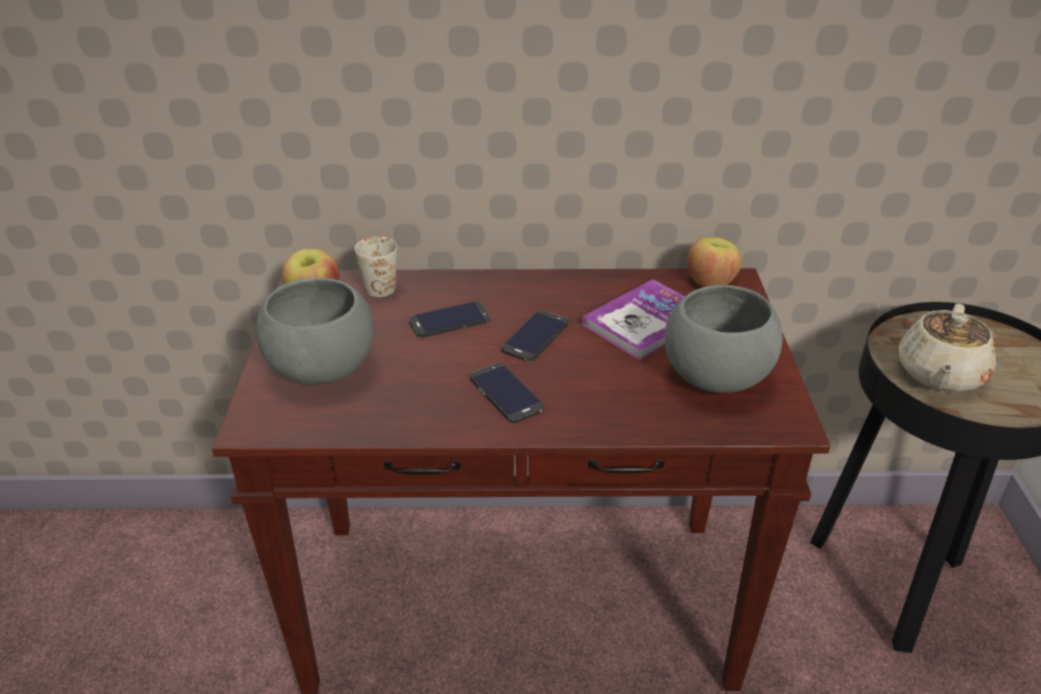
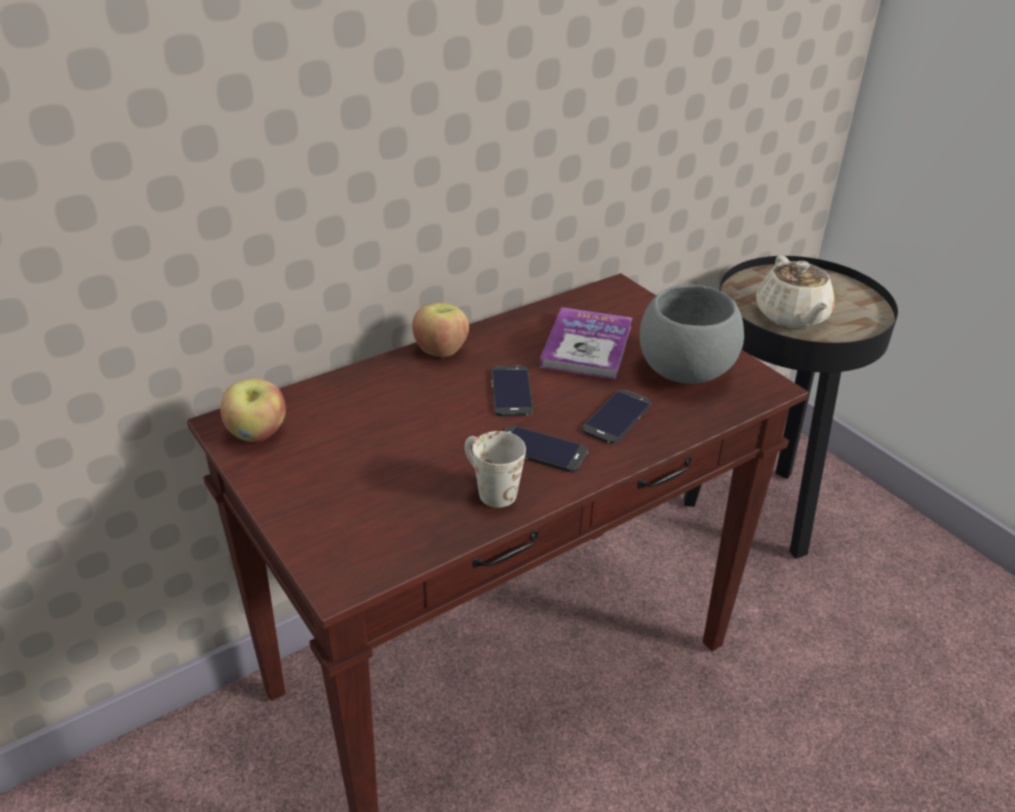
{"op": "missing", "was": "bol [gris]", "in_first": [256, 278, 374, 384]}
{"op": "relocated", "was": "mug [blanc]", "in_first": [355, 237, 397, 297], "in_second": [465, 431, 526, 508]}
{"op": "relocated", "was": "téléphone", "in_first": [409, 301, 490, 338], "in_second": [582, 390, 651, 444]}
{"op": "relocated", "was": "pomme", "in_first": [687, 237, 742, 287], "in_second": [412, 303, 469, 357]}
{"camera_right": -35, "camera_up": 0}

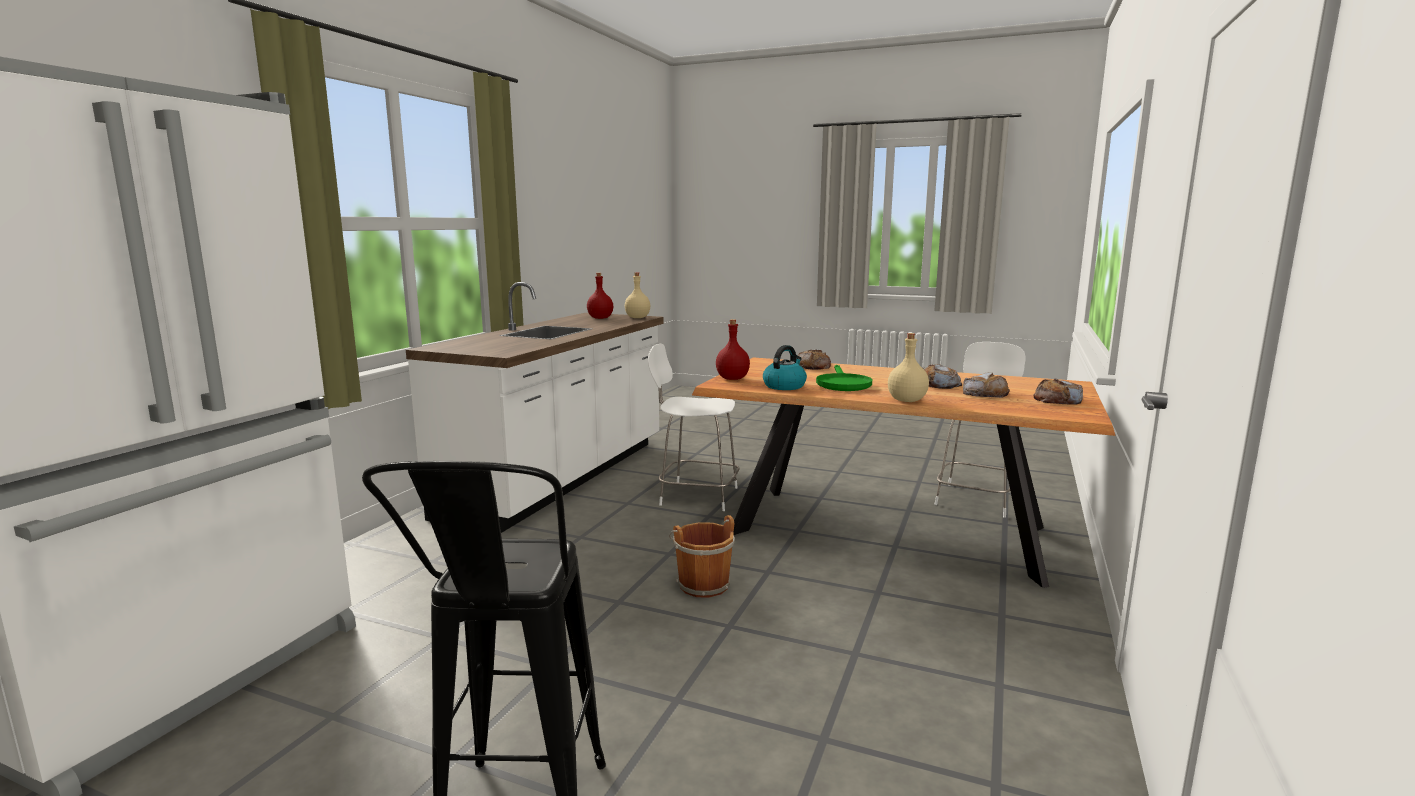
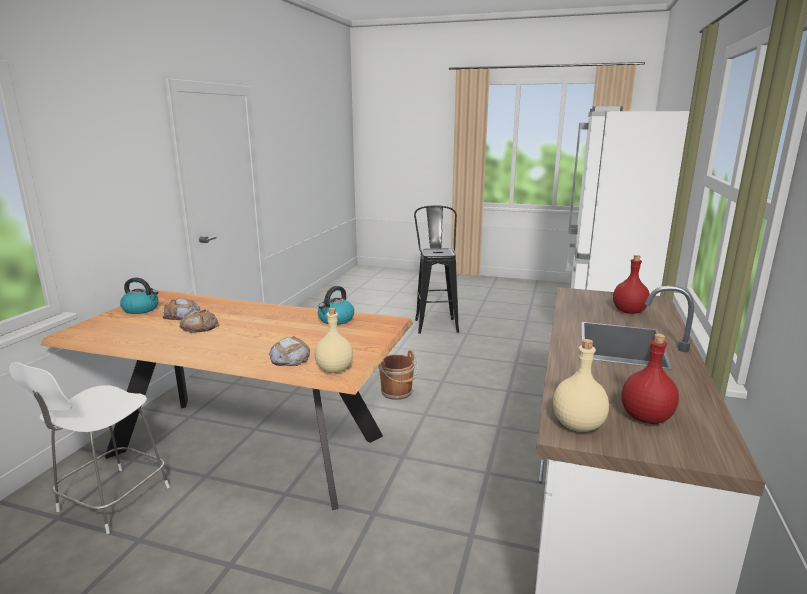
{"op": "missing", "was": "chaise [blanc]", "in_first": [648, 344, 740, 511]}
{"op": "relocated", "was": "bouteille [rouge]", "in_first": [716, 319, 750, 380], "in_second": [613, 255, 650, 314]}
{"op": "missing", "was": "poêle [vert]", "in_first": [816, 365, 872, 391]}
{"op": "relocated", "was": "bouteille [beige]", "in_first": [888, 333, 929, 402], "in_second": [315, 308, 353, 373]}
{"op": "exchanged", "was": "pain", "now": "bouilloire", "in_first": [1033, 378, 1083, 405], "in_second": [120, 278, 159, 314]}
{"camera_right": 175, "camera_up": 5}

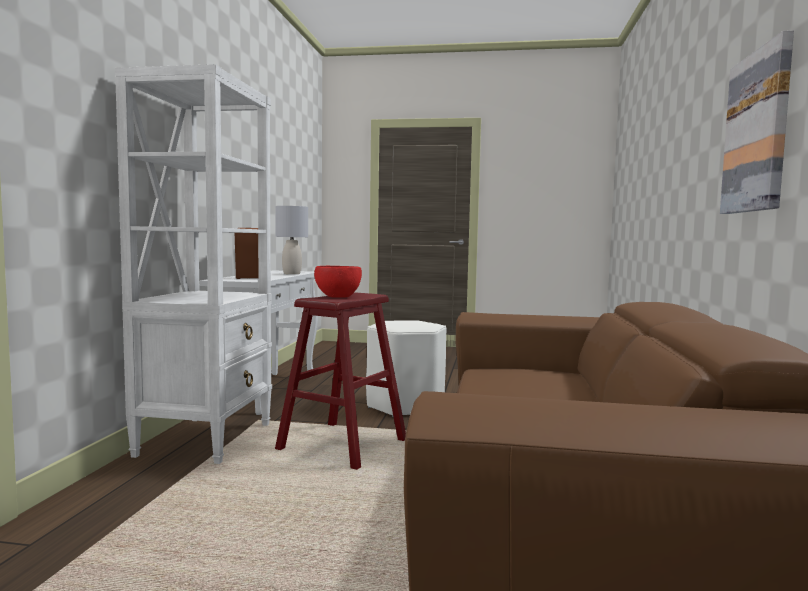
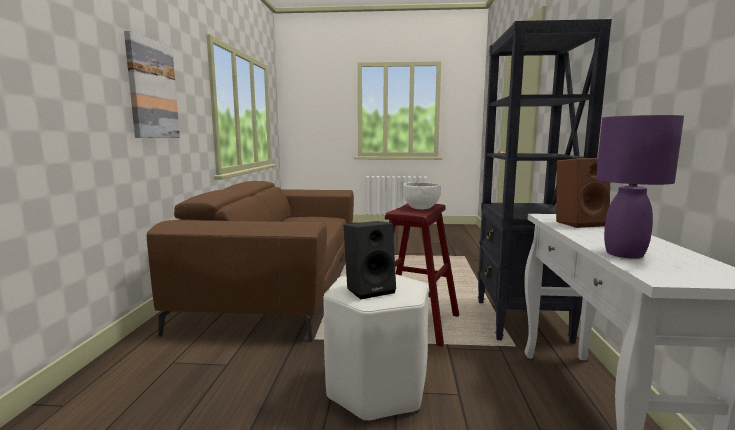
{"op": "colour", "was": "bibliothèque [blanc]", "now": "bibliothèque [noir]", "in_first": [115, 64, 272, 464], "in_second": [478, 19, 612, 344]}
{"op": "colour", "was": "lampe de table [gris]", "now": "lampe de table [violet]", "in_first": [275, 206, 308, 274], "in_second": [596, 115, 684, 259]}
{"op": "colour", "was": "bol [rouge]", "now": "bol [blanc]", "in_first": [314, 265, 362, 298], "in_second": [403, 182, 441, 209]}
{"op": "appeared", "now": "enceinte [noir]", "in_second": [344, 221, 396, 300]}
{"camera_right": 175, "camera_up": 5}

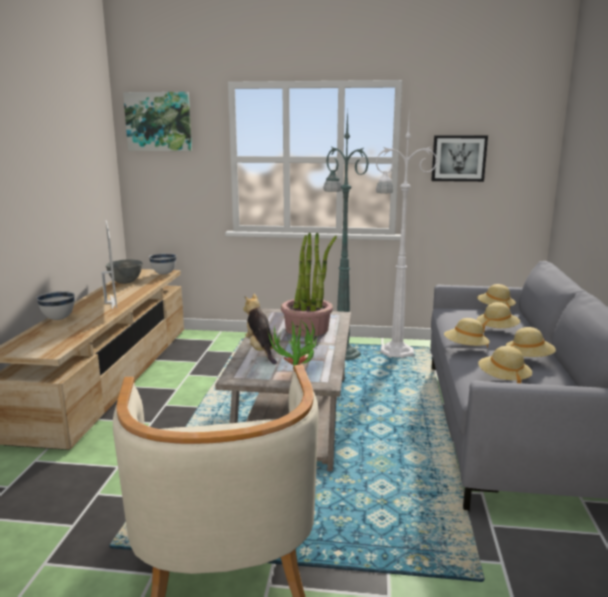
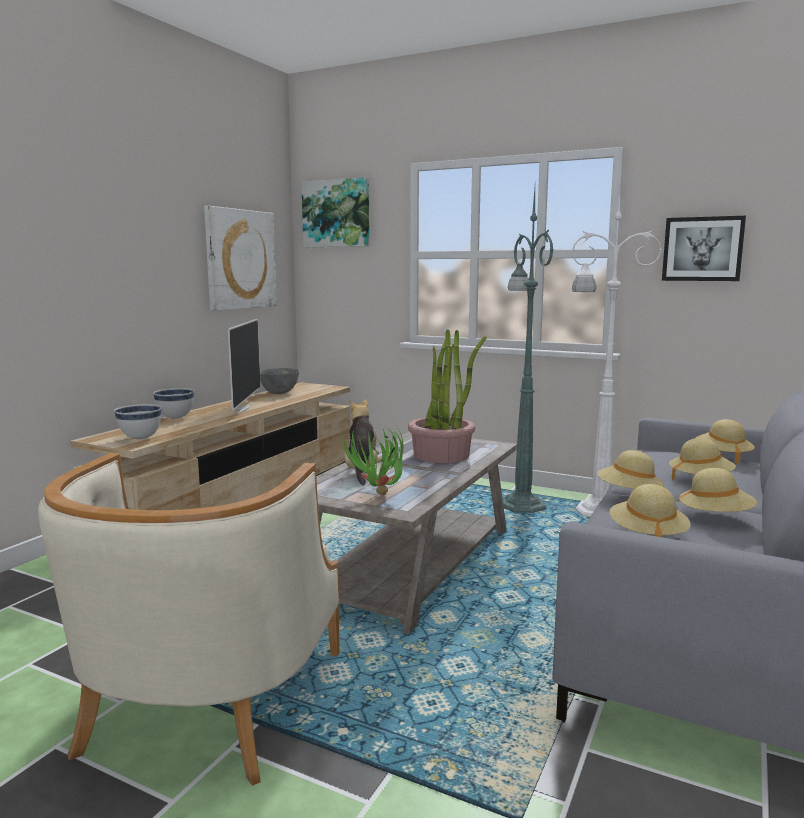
{"op": "relocated", "was": "bol [blanc]", "in_first": [149, 253, 177, 275], "in_second": [114, 404, 162, 439]}
{"op": "appeared", "now": "tableau", "in_second": [204, 206, 277, 311]}
{"camera_right": 20, "camera_up": -5}

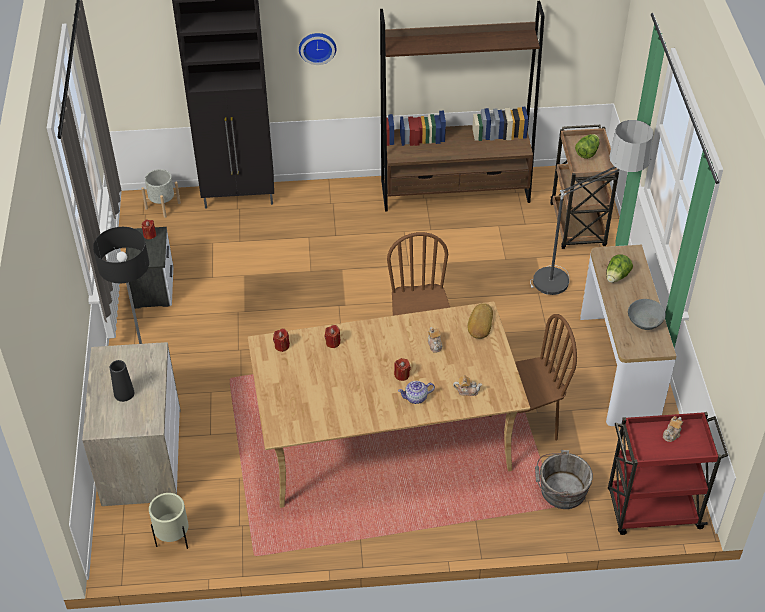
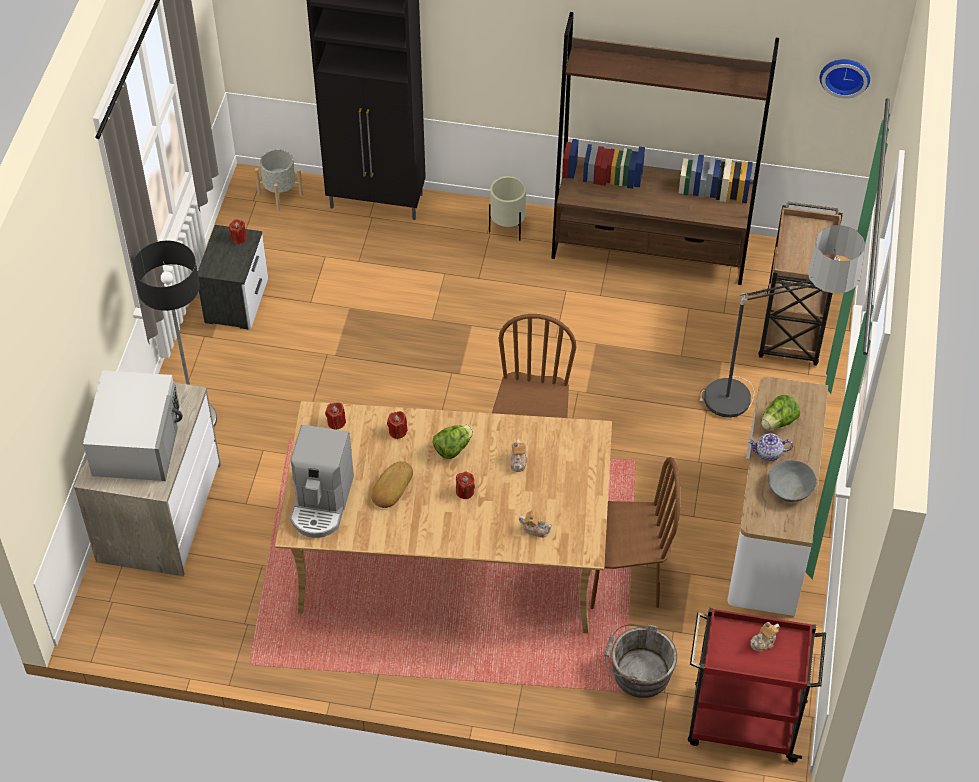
{"op": "exchanged", "was": "vase [noir]", "now": "micro-ondes [blanc]", "in_first": [110, 360, 135, 402], "in_second": [83, 370, 183, 481]}
{"op": "relocated", "was": "cache-pot [beige]", "in_first": [149, 493, 188, 549], "in_second": [489, 176, 526, 241]}
{"op": "relocated", "was": "horloge murale", "in_first": [299, 33, 336, 65], "in_second": [820, 59, 870, 99]}
{"op": "relocated", "was": "théière", "in_first": [398, 381, 435, 404], "in_second": [748, 433, 793, 461]}
{"op": "relocated", "was": "pain", "in_first": [467, 303, 493, 339], "in_second": [371, 461, 413, 508]}
{"op": "relocated", "was": "laitue", "in_first": [575, 134, 599, 159], "in_second": [433, 424, 473, 459]}
{"op": "appeared", "now": "machine à café", "in_second": [290, 425, 354, 538]}
{"camera_right": 15, "camera_up": 5}

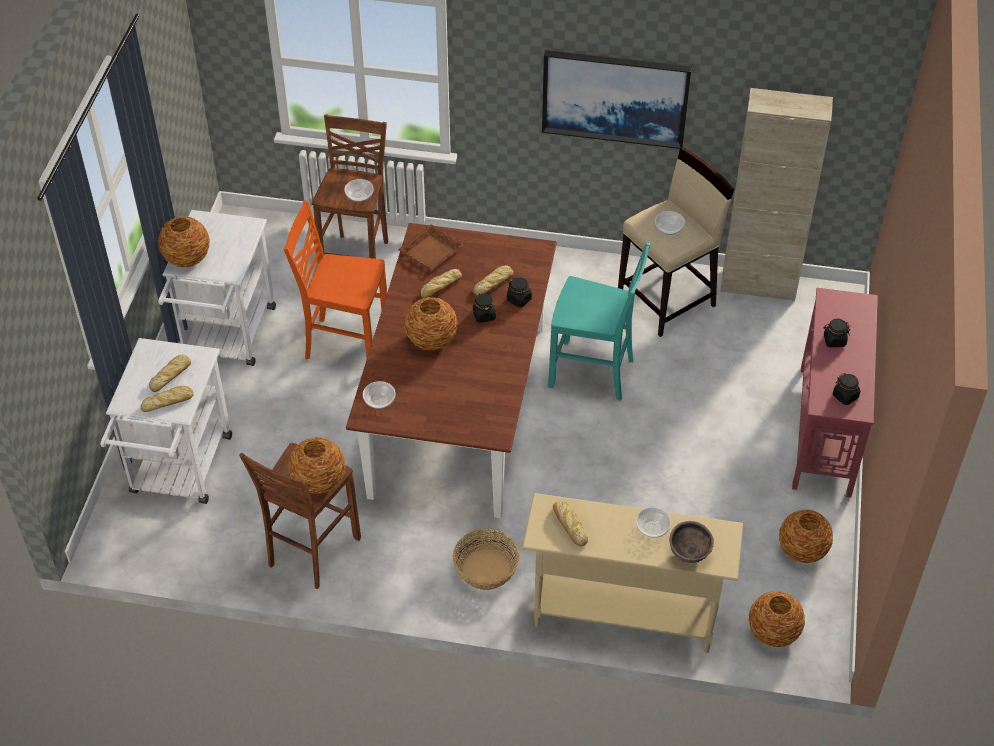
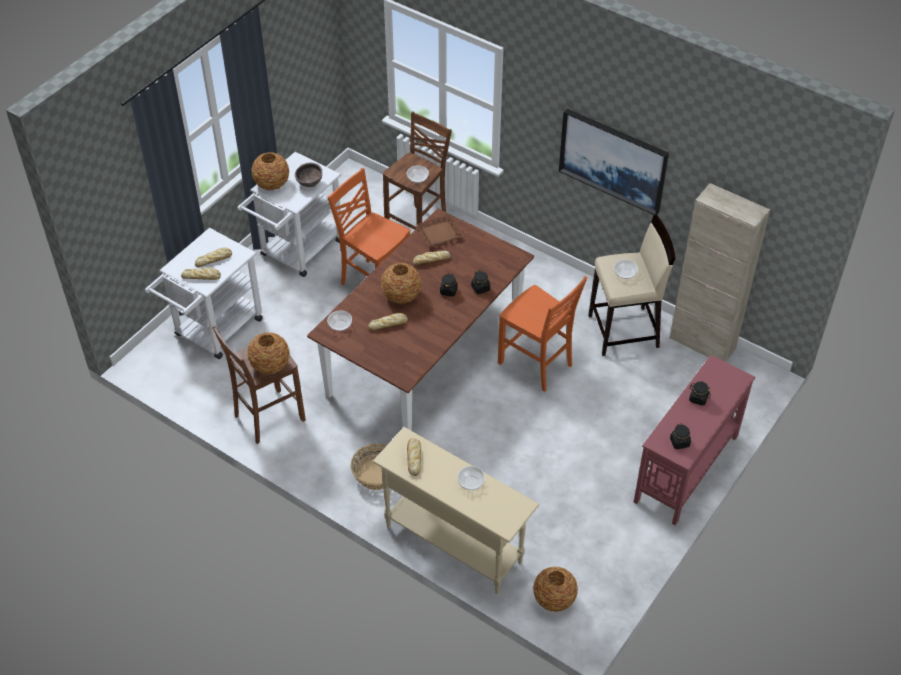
{"op": "relocated", "was": "pain", "in_first": [473, 265, 514, 296], "in_second": [368, 313, 408, 330]}
{"op": "colour", "was": "chaise [turquoise]", "now": "chaise [orange]", "in_first": [548, 242, 650, 401], "in_second": [498, 276, 588, 392]}
{"op": "relocated", "was": "bol [marron]", "in_first": [669, 521, 714, 563], "in_second": [295, 163, 322, 187]}
{"op": "missing", "was": "vase", "in_first": [779, 509, 833, 563]}
{"camera_right": 25, "camera_up": 0}

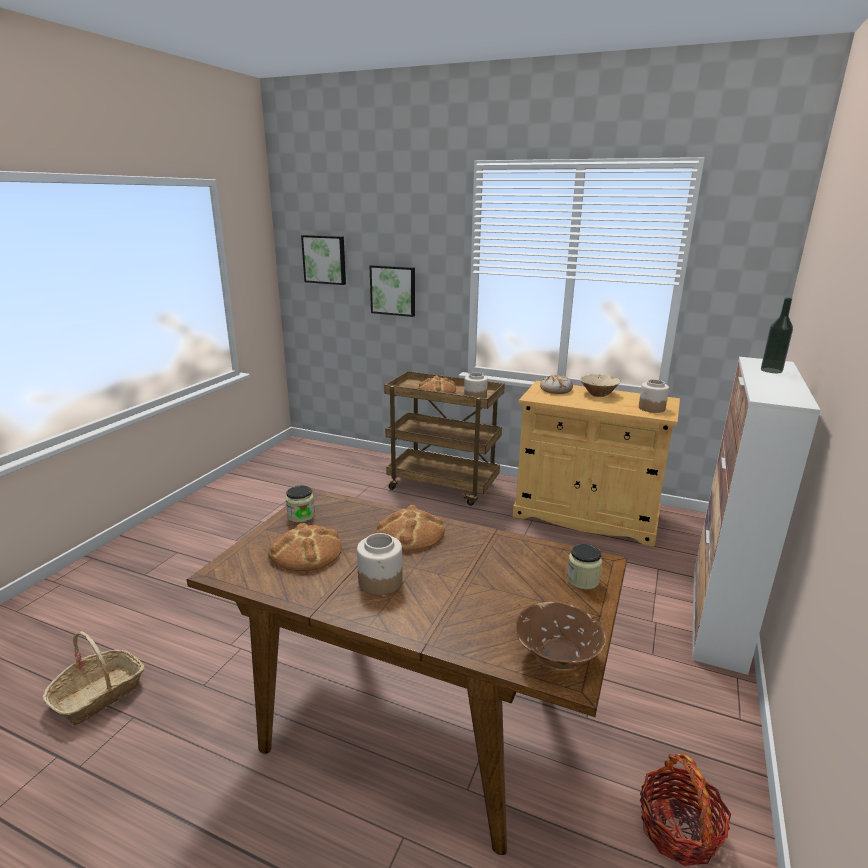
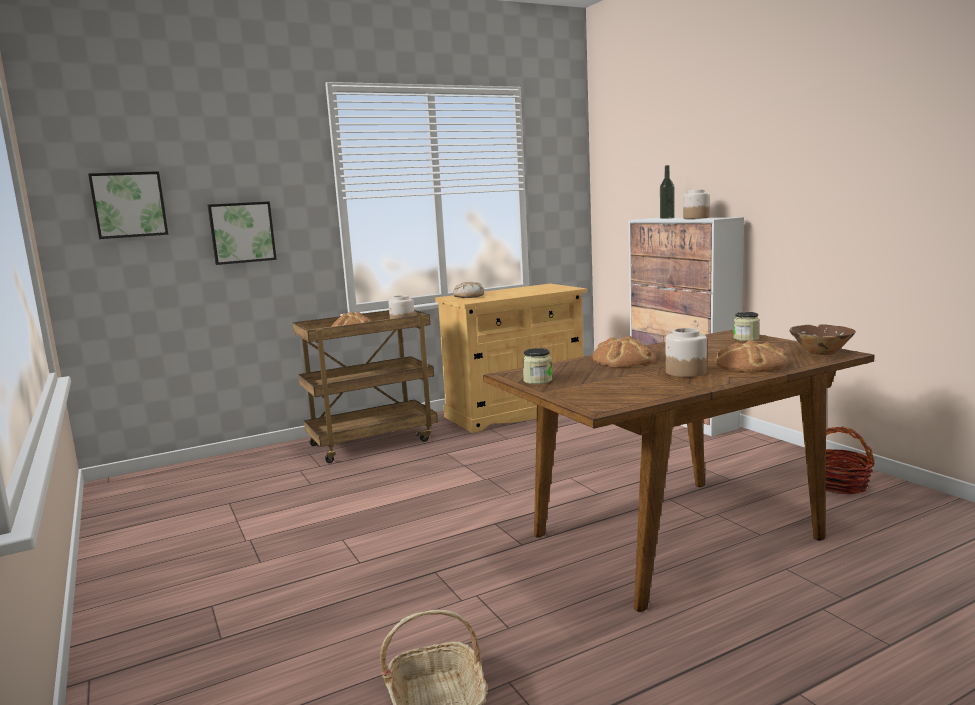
{"op": "relocated", "was": "pain", "in_first": [268, 523, 342, 571], "in_second": [715, 340, 788, 372]}
{"op": "missing", "was": "bol [beige]", "in_first": [580, 374, 620, 397]}
{"op": "relocated", "was": "bocal", "in_first": [639, 379, 669, 413], "in_second": [683, 189, 710, 219]}
{"camera_right": -50, "camera_up": -10}

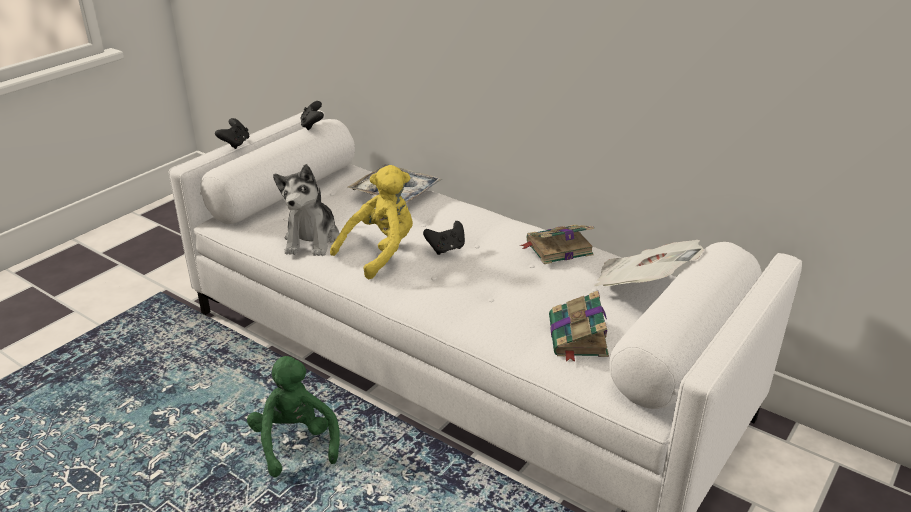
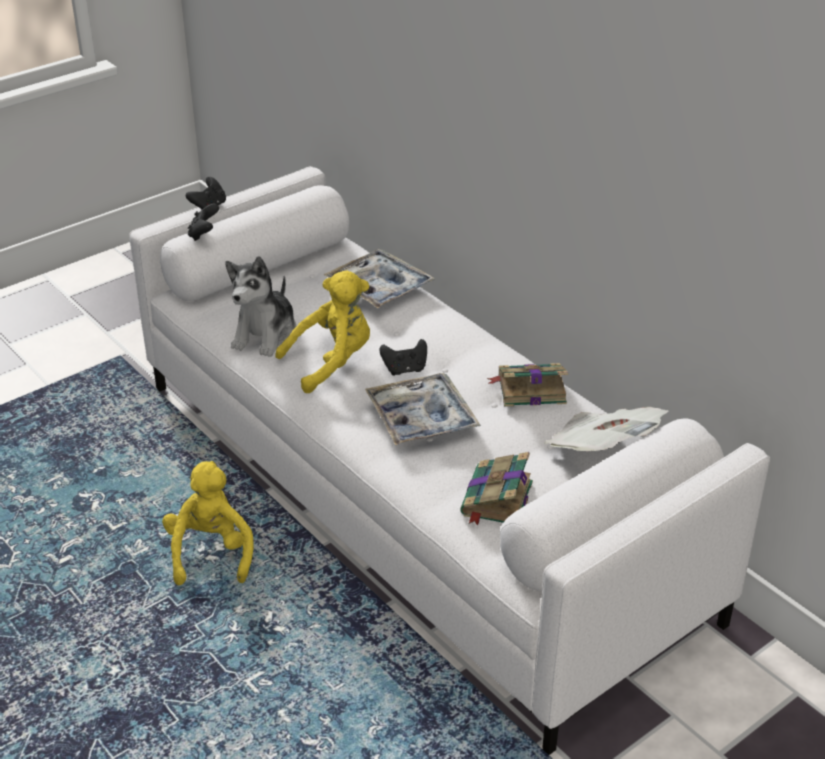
{"op": "colour", "was": "peluche [vert]", "now": "peluche [jaune]", "in_first": [247, 356, 340, 478], "in_second": [162, 461, 254, 585]}
{"op": "relocated", "was": "manette [noir]", "in_first": [300, 101, 324, 130], "in_second": [188, 204, 219, 241]}
{"op": "appeared", "now": "plateau", "in_second": [365, 373, 481, 445]}
{"camera_right": 15, "camera_up": 5}

